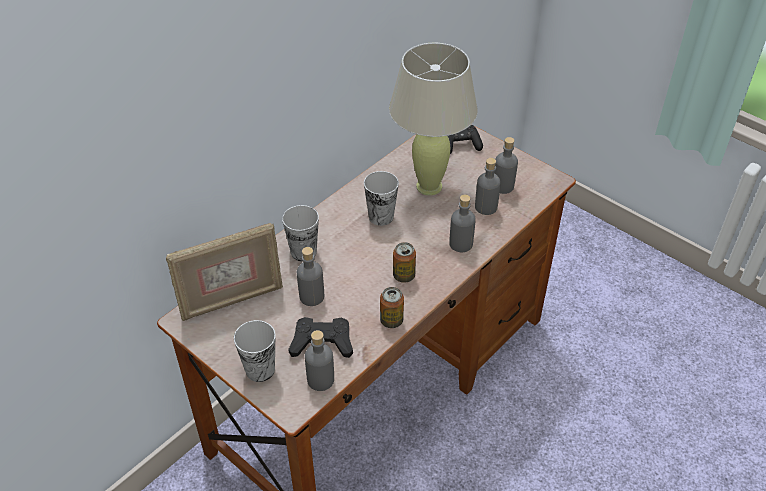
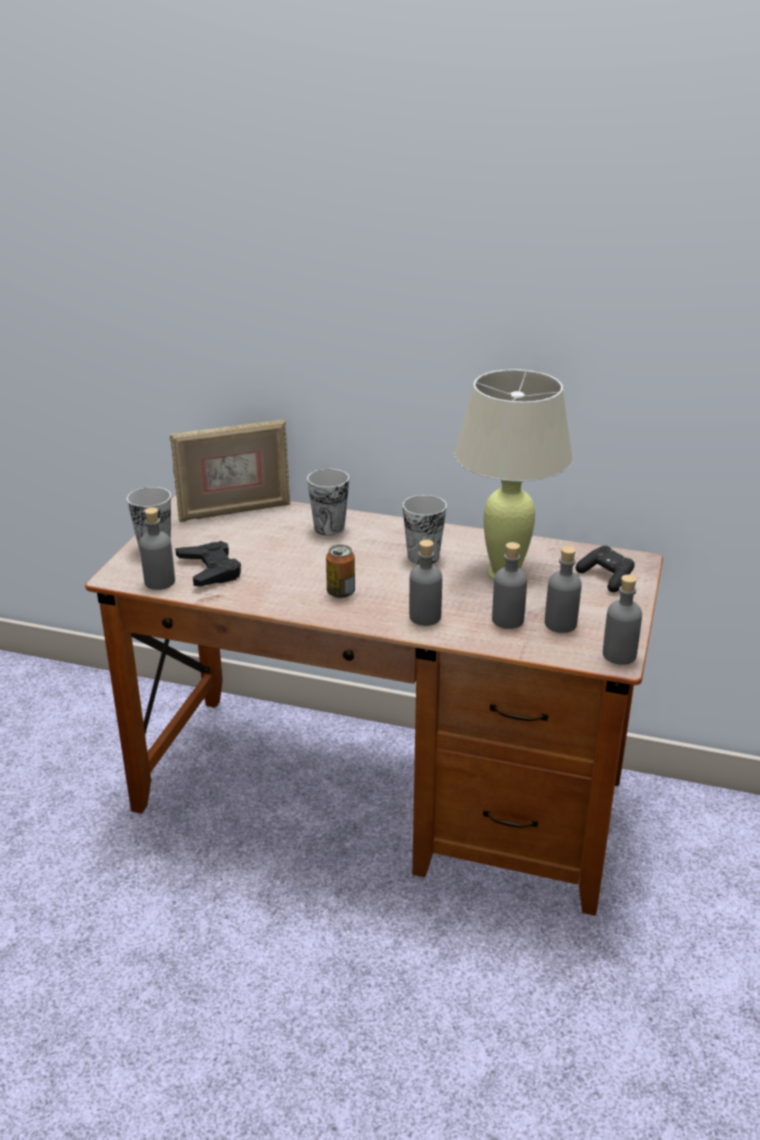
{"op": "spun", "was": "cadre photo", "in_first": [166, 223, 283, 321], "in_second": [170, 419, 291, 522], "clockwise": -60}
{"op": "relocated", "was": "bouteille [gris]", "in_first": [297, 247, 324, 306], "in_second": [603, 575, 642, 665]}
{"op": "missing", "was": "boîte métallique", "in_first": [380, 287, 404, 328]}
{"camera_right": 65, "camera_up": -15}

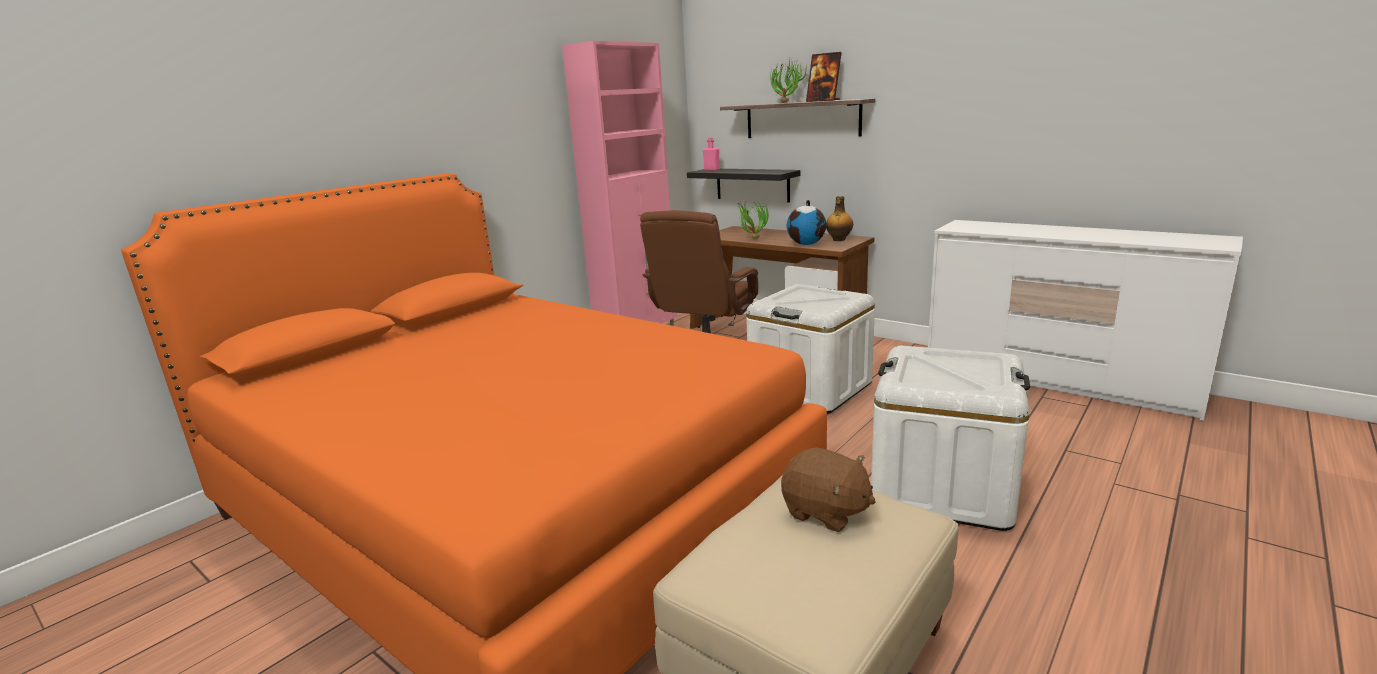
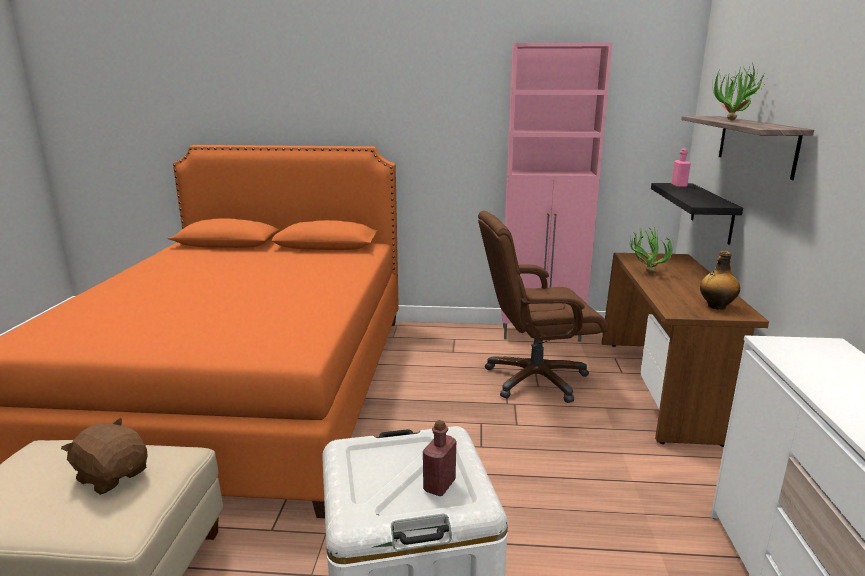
{"op": "missing", "was": "boîte de rangement [blanc]", "in_first": [746, 284, 875, 414]}
{"op": "spun", "was": "peluche [marron]", "in_first": [781, 448, 876, 532], "in_second": [61, 418, 148, 495], "clockwise": 120}
{"op": "missing", "was": "globe", "in_first": [787, 200, 826, 245]}
{"op": "missing", "was": "cadre photo", "in_first": [806, 52, 842, 102]}
{"op": "appeared", "now": "bouteille [rouge]", "in_second": [423, 420, 456, 496]}
{"camera_right": 55, "camera_up": 0}

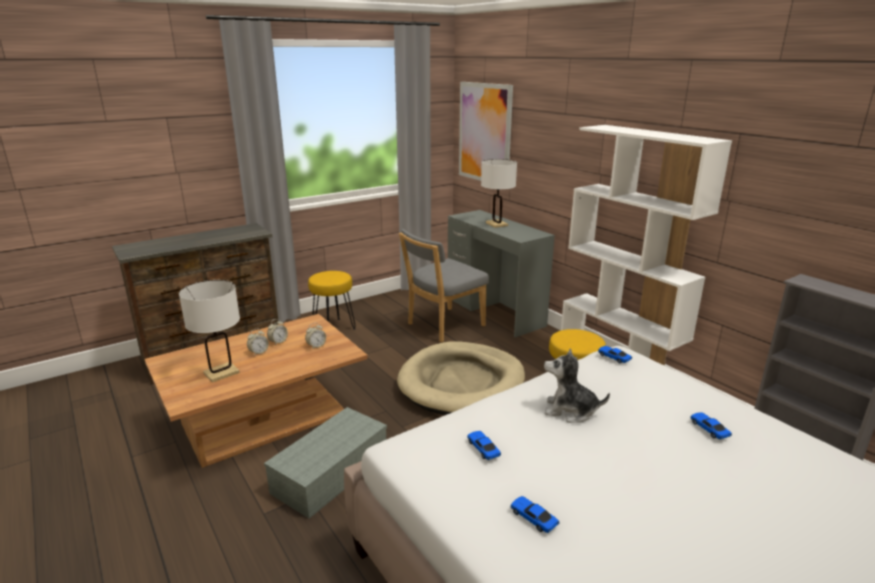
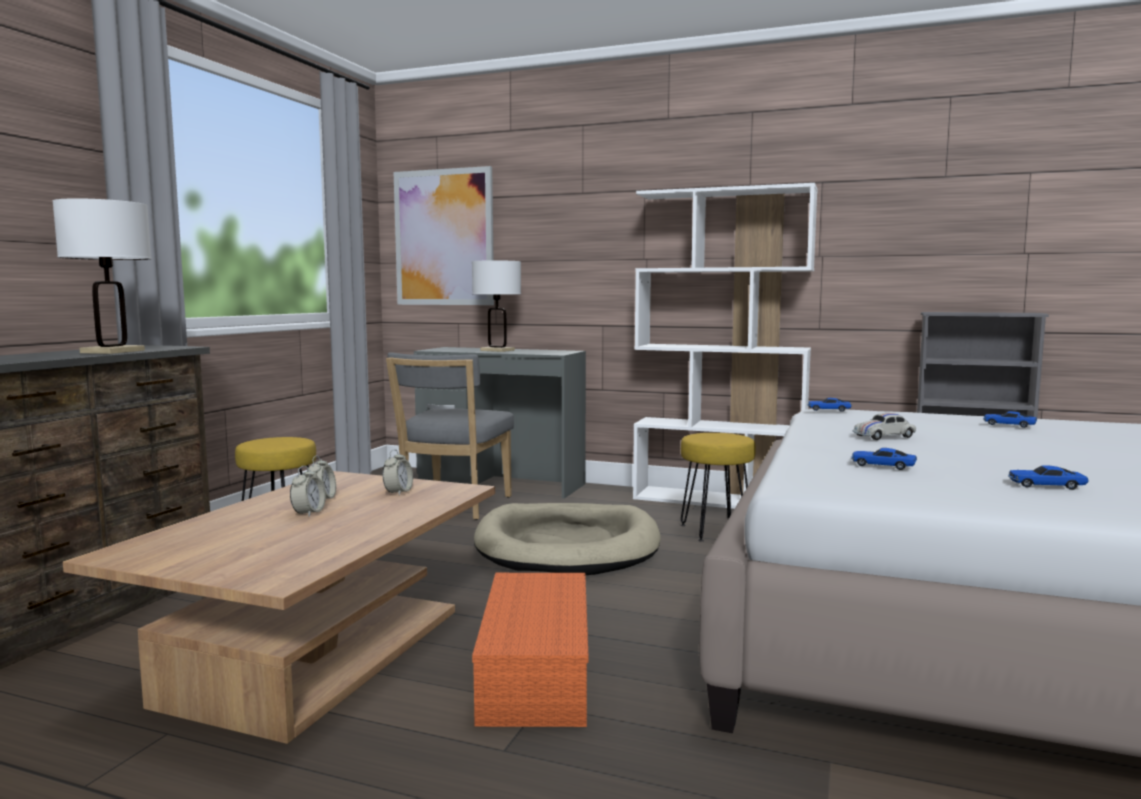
{"op": "relocated", "was": "lampe de table [blanc]", "in_first": [179, 280, 240, 383], "in_second": [53, 198, 151, 354]}
{"op": "colour", "was": "boîte de rangement [gris]", "now": "boîte de rangement [orange]", "in_first": [264, 407, 387, 518], "in_second": [472, 573, 588, 727]}
{"op": "exchanged", "was": "peluche", "now": "petite voiture [blanc]", "in_first": [544, 348, 610, 423], "in_second": [852, 413, 916, 440]}
{"camera_right": -35, "camera_up": -15}

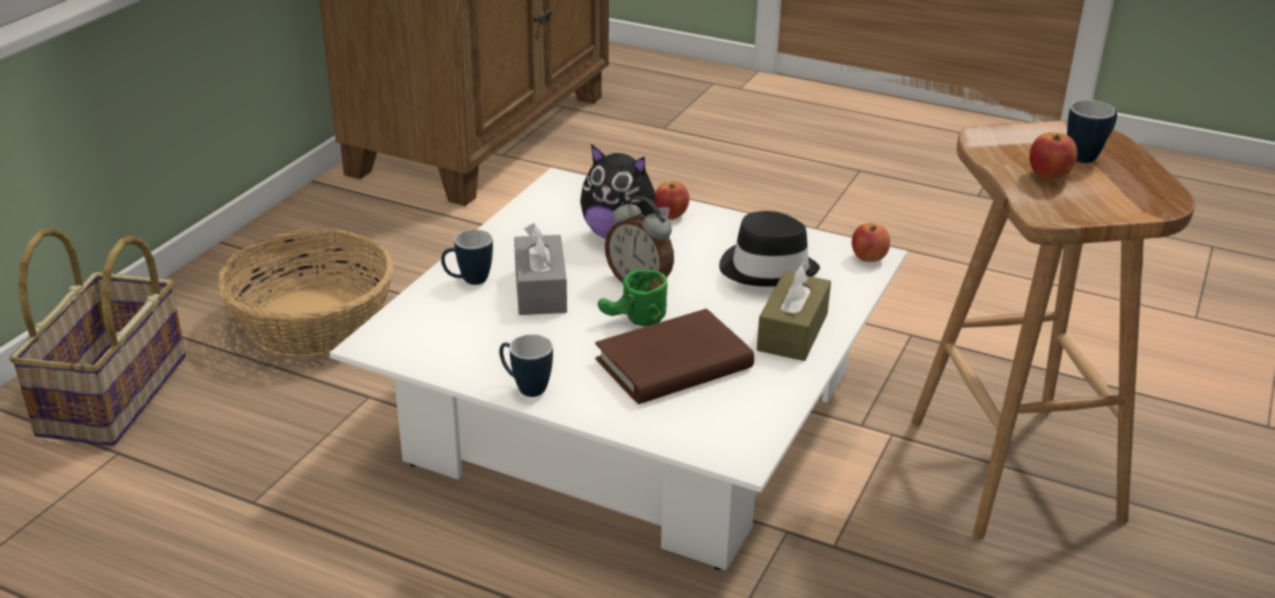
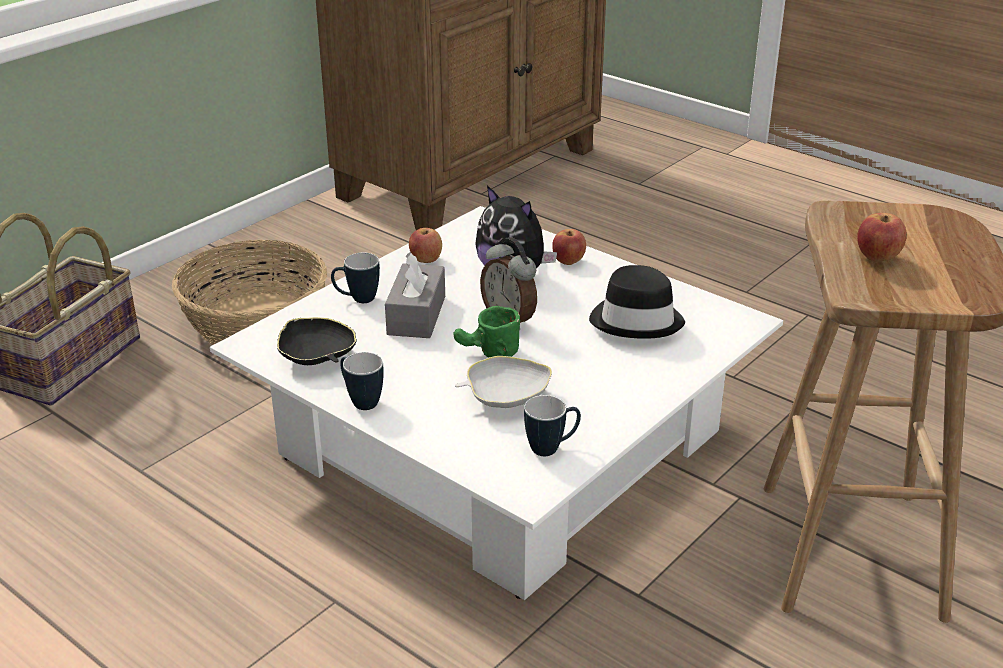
{"op": "exchanged", "was": "livre [marron]", "now": "bol [blanc]", "in_first": [595, 309, 754, 404], "in_second": [455, 356, 552, 408]}
{"op": "missing", "was": "boîte à mouchoirs [marron]", "in_first": [757, 262, 831, 361]}
{"op": "relocated", "was": "pomme", "in_first": [852, 223, 890, 262], "in_second": [409, 228, 442, 263]}
{"op": "relocated", "was": "mug", "in_first": [1067, 100, 1117, 163], "in_second": [524, 395, 581, 456]}
{"op": "appeared", "now": "bol [noir]", "in_second": [277, 317, 357, 365]}
{"camera_right": 15, "camera_up": 0}

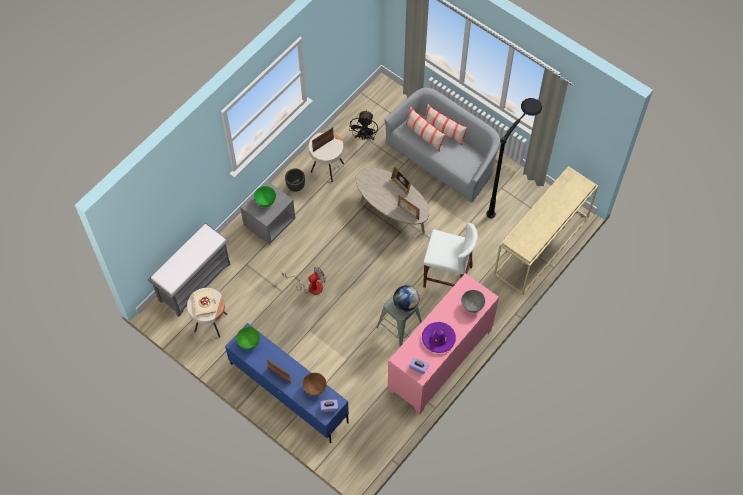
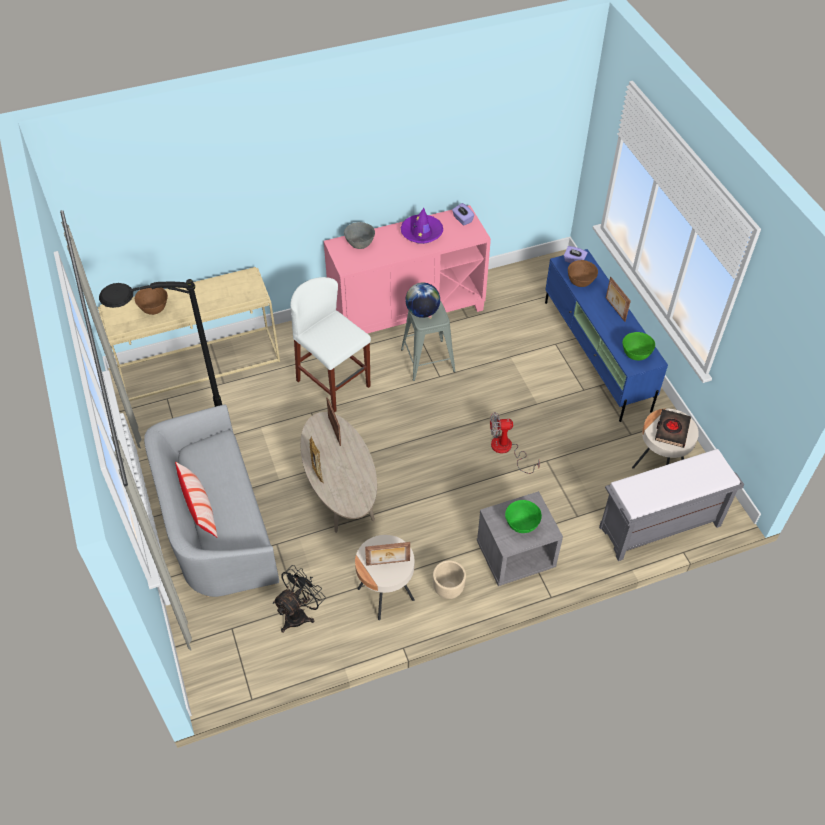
{"op": "colour", "was": "livre [beige]", "now": "livre [noir]", "in_first": [193, 289, 217, 317], "in_second": [655, 409, 691, 448]}
{"op": "colour", "was": "cache-pot [noir]", "now": "cache-pot [beige]", "in_first": [285, 169, 305, 192], "in_second": [433, 560, 466, 599]}
{"op": "missing", "was": "coussin", "in_first": [404, 106, 446, 152]}
{"op": "appeared", "now": "bol [marron]", "in_second": [135, 288, 168, 315]}
{"camera_right": -150, "camera_up": -10}

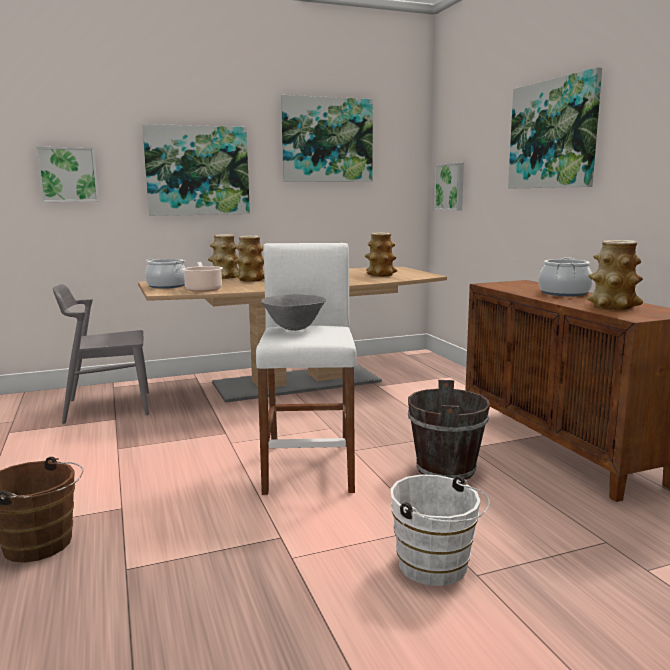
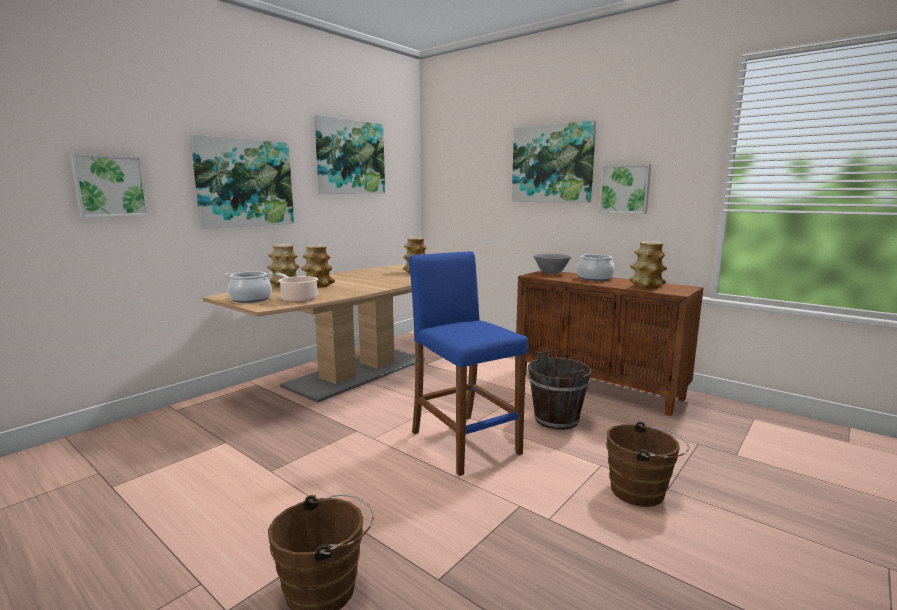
{"op": "missing", "was": "chaise [gris]", "in_first": [53, 284, 149, 424]}
{"op": "colour", "was": "tabouret [blanc]", "now": "tabouret [bleu]", "in_first": [256, 243, 357, 495], "in_second": [408, 251, 528, 476]}
{"op": "relocated", "was": "bol [gris]", "in_first": [261, 294, 326, 331], "in_second": [533, 254, 571, 274]}
{"op": "colour", "was": "seau [blanc]", "now": "seau [marron]", "in_first": [390, 474, 490, 586], "in_second": [606, 422, 689, 507]}
{"op": "relocated", "was": "tableau", "in_first": [434, 162, 464, 211], "in_second": [599, 164, 651, 214]}
{"camera_right": -30, "camera_up": 0}

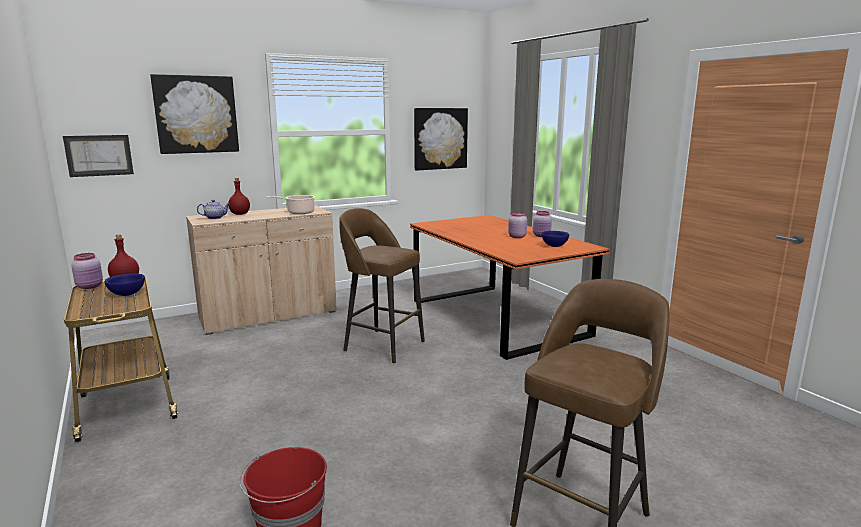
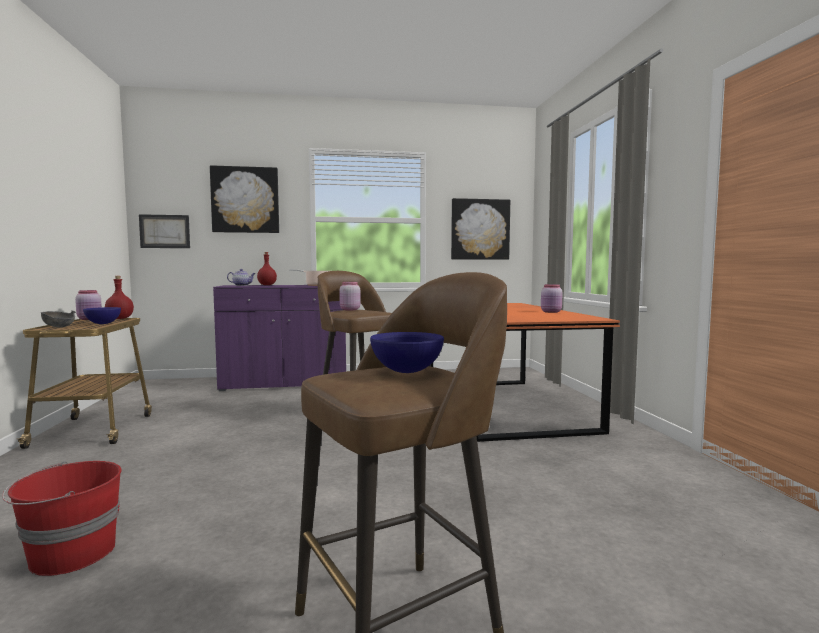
{"op": "colour", "was": "meuble de rangement [beige]", "now": "meuble de rangement [violet]", "in_first": [186, 205, 337, 335], "in_second": [213, 285, 346, 391]}
{"op": "relocated", "was": "bocal [rose]", "in_first": [508, 212, 527, 238], "in_second": [339, 282, 361, 310]}
{"op": "relocated", "was": "bol [bleu]", "in_first": [542, 231, 569, 247], "in_second": [370, 332, 444, 373]}
{"op": "appeared", "now": "bol [gris]", "in_second": [41, 310, 76, 328]}
{"camera_right": 20, "camera_up": -10}

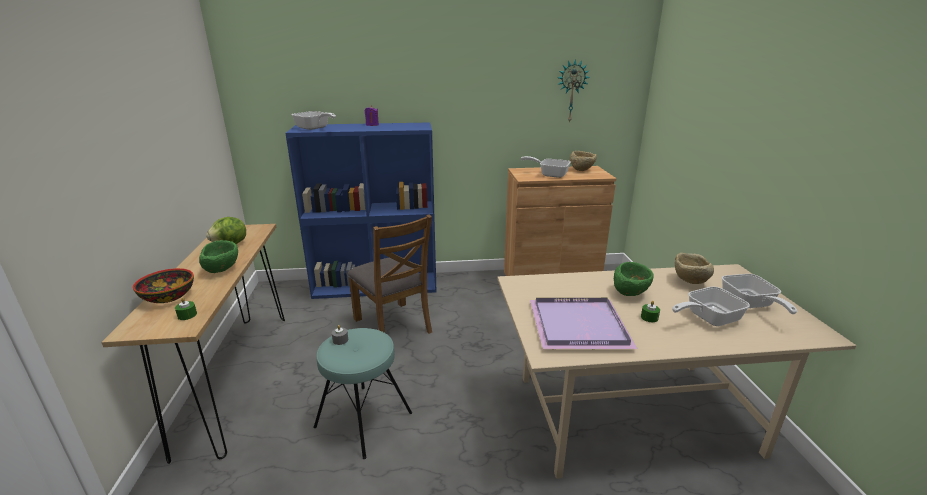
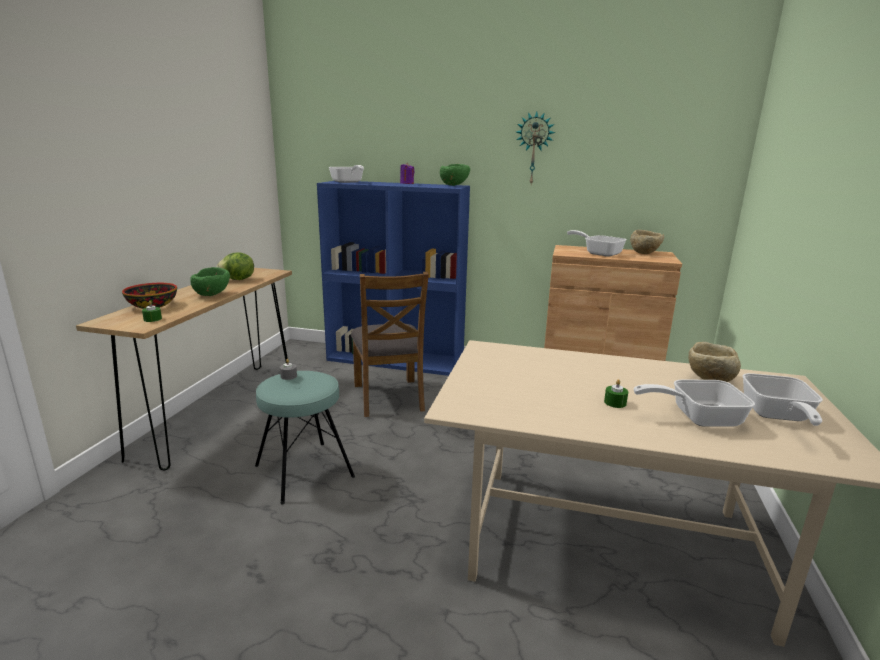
{"op": "missing", "was": "plateau [violet]", "in_first": [530, 298, 638, 350]}
{"op": "relocated", "was": "horloge murale", "in_first": [558, 59, 590, 123], "in_second": [516, 111, 555, 184]}
{"op": "relocated", "was": "bol [vert]", "in_first": [614, 262, 654, 296], "in_second": [440, 164, 470, 186]}
{"camera_right": 20, "camera_up": -5}

